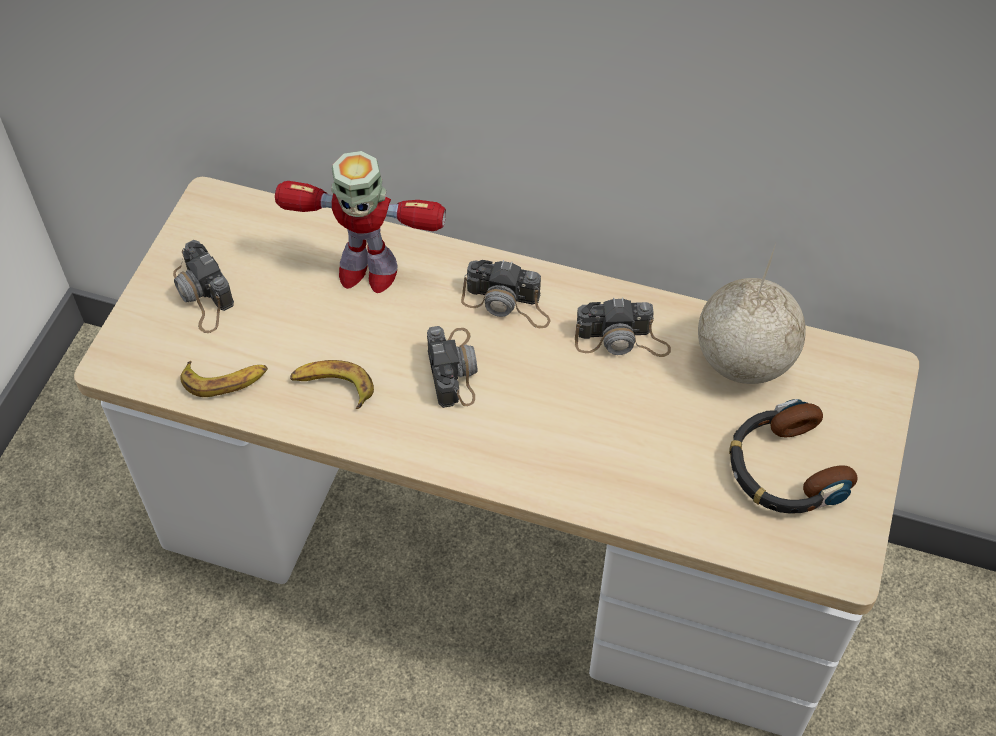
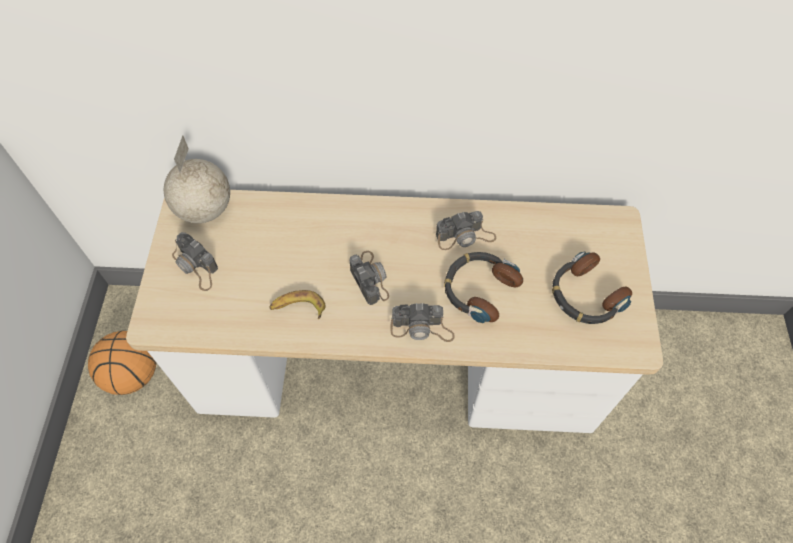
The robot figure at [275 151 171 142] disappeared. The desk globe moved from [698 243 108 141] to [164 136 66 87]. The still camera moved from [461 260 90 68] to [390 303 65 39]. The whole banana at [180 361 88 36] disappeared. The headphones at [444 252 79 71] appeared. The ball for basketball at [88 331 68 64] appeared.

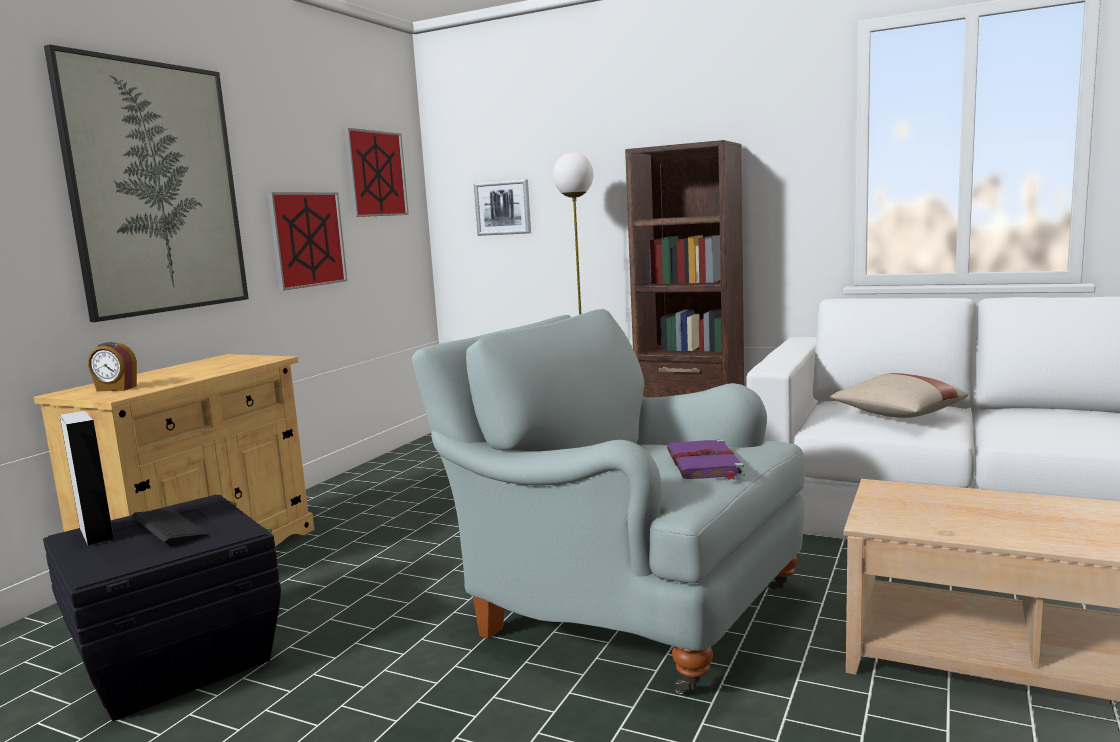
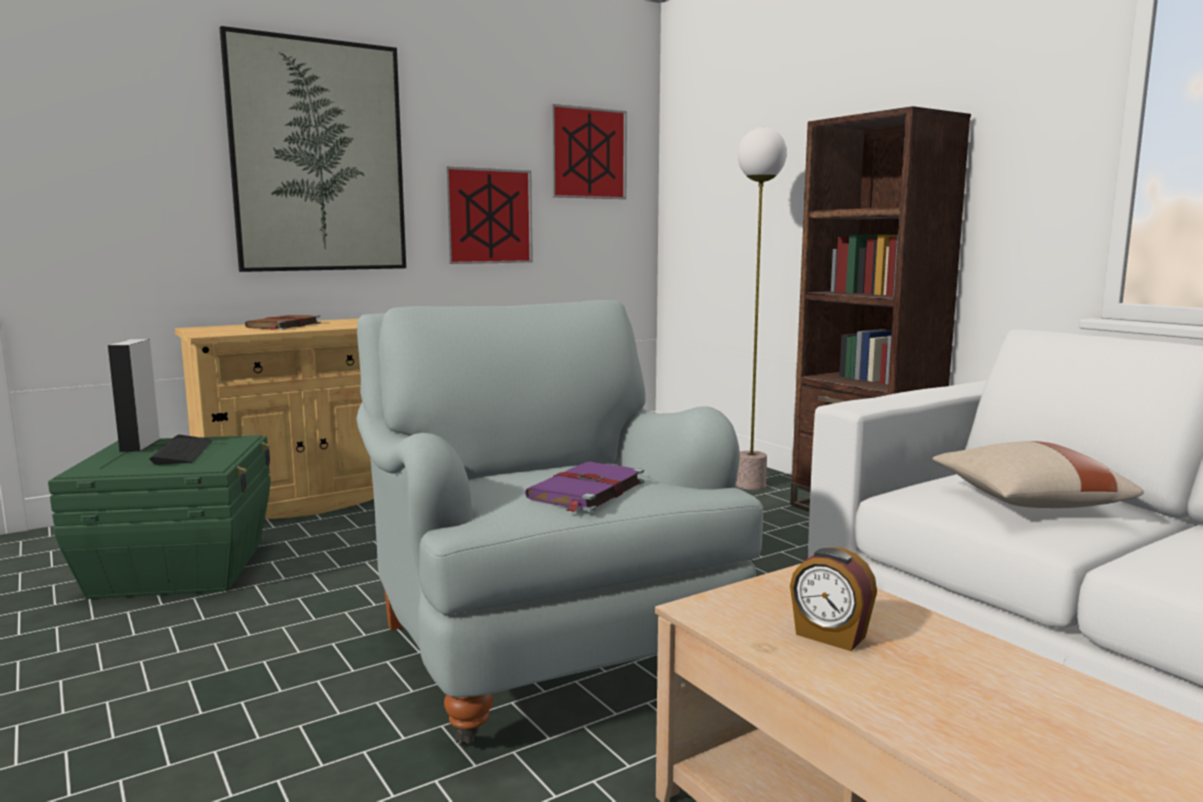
The picture at [474 179 57 57] disappeared. The alarm clock moved from [88 342 49 49] to [790 547 87 104]. The black-coloured storage bin at [43 495 238 226] became the greenish storage bin at [48 435 223 164]. The brownish volume at [245 315 76 15] appeared.

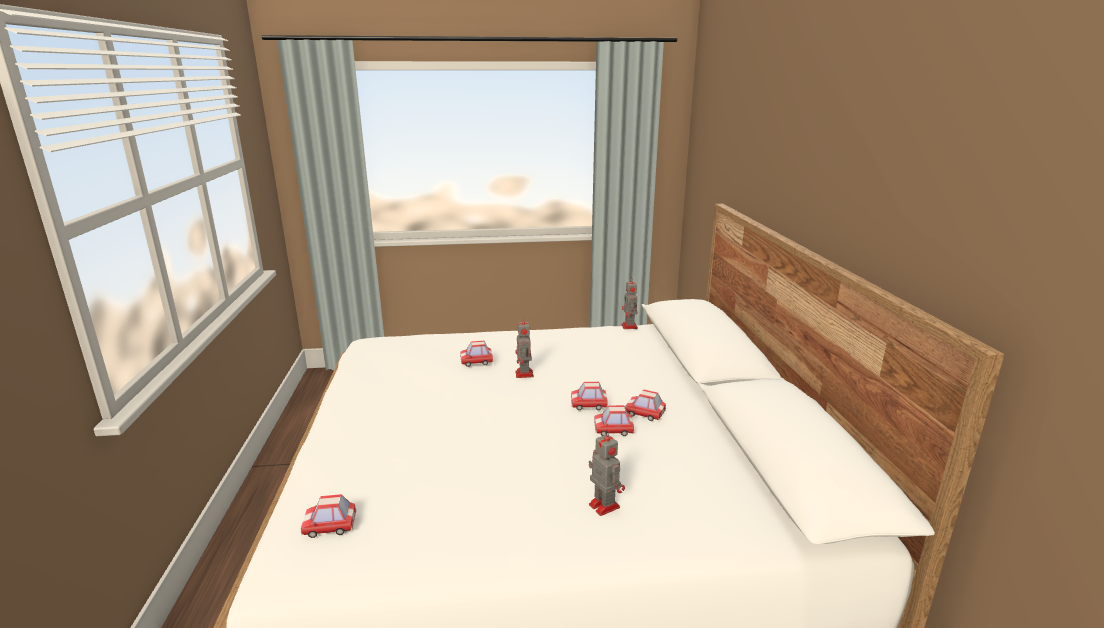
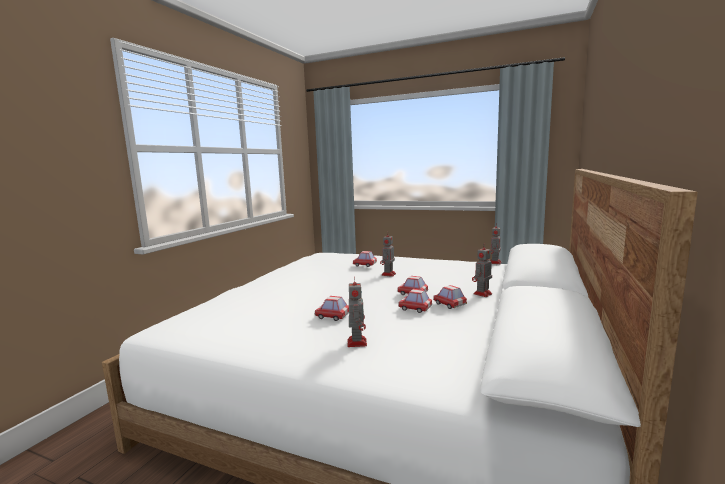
The model car moved from [301 494 55 44] to [315 296 34 25]. The robot figure at [472 243 20 54] appeared.

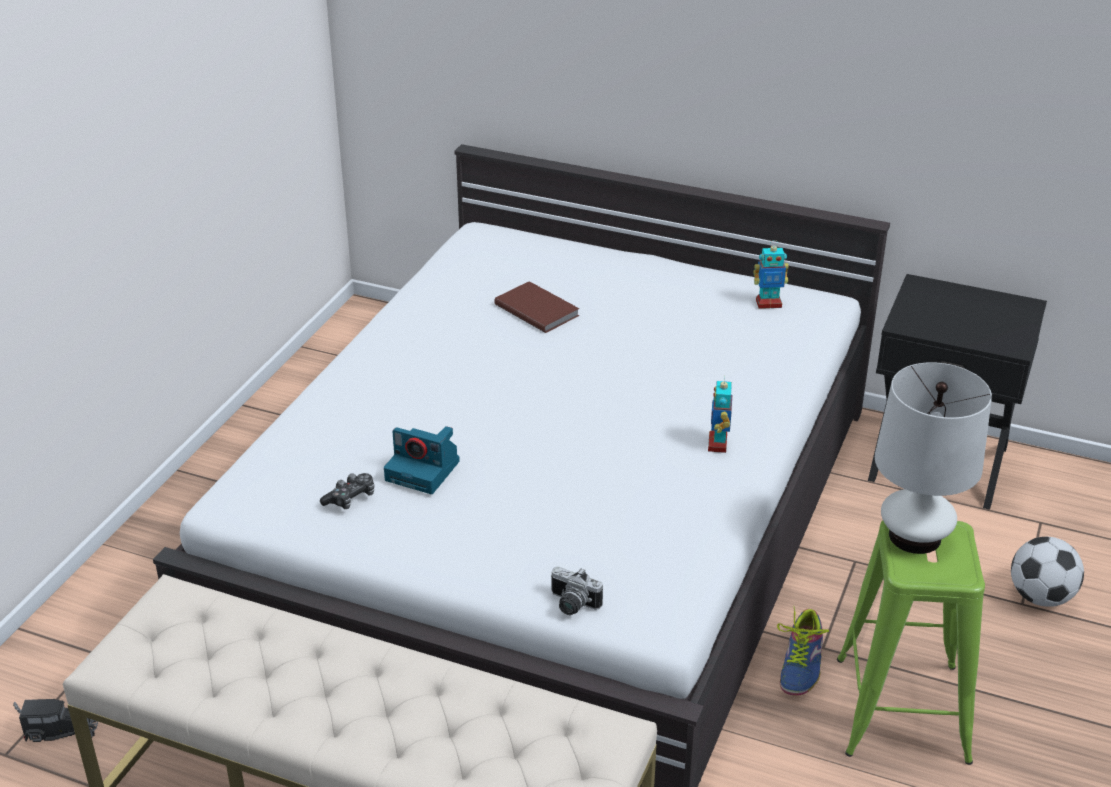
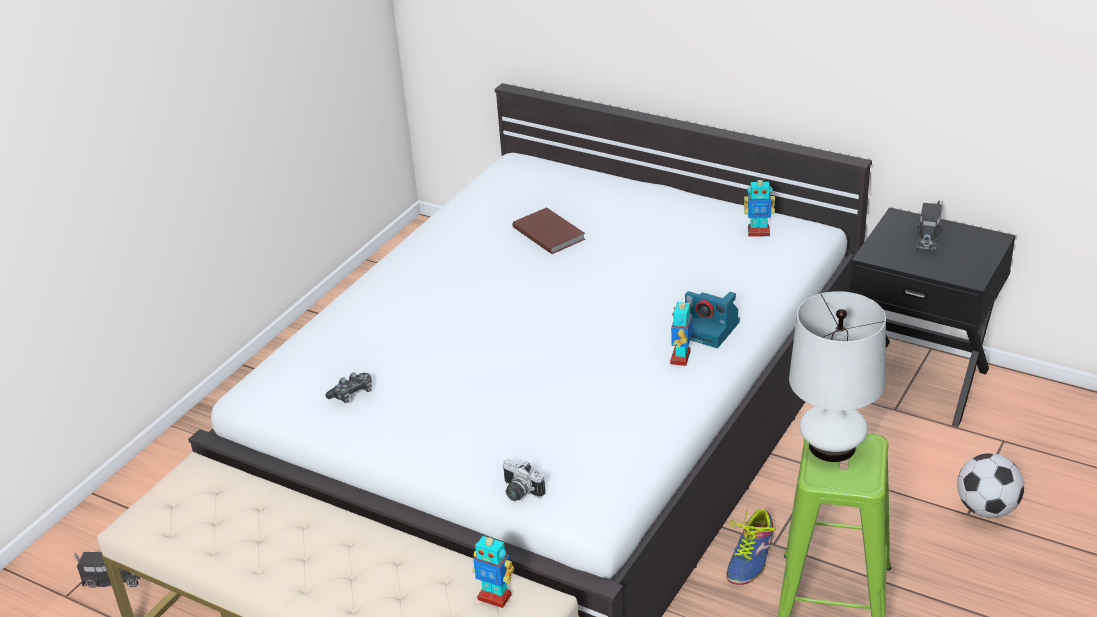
The still camera moved from [384 426 76 68] to [685 291 55 57]. The toy lorry at [916 200 28 54] appeared. The robot figure at [472 533 42 75] appeared.

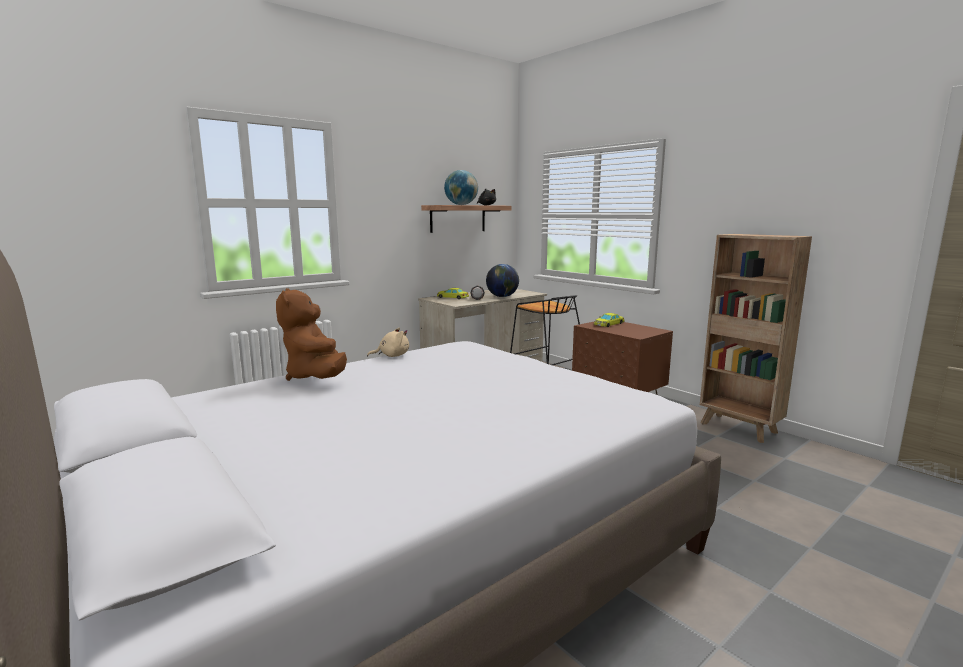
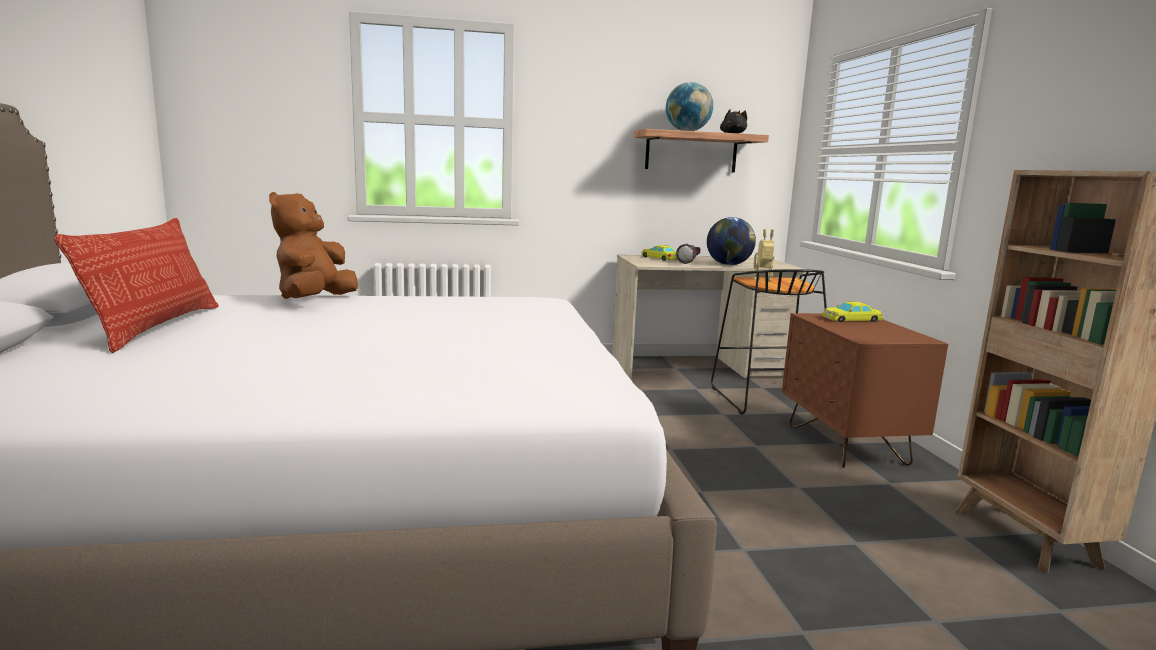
The sand-coloured plush toy at [367 328 42 29] disappeared. The pillow at [54 218 165 135] appeared. The robot figure at [753 228 22 53] appeared.

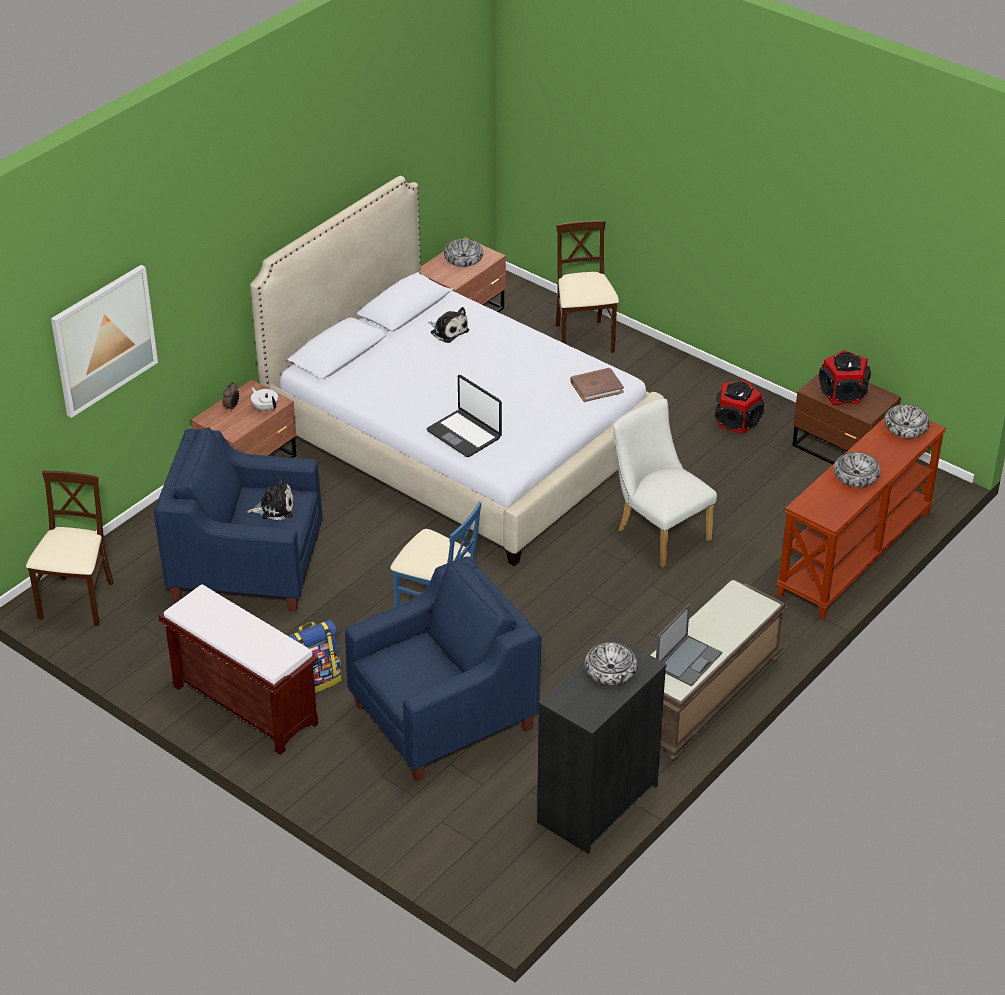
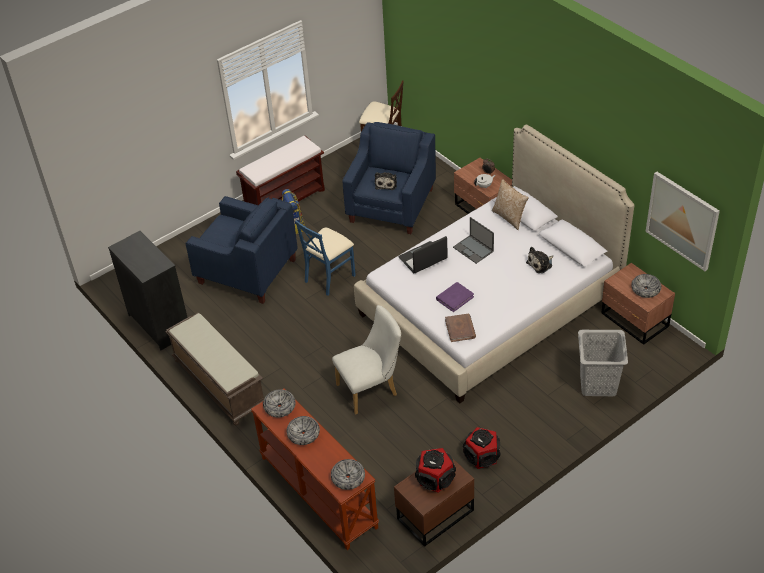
The sand-coloured plain chair at [556 220 63 133] was replaced by the grey laundry basket at [578 330 50 66]. The picture moved from [51 265 107 153] to [646 172 74 99]. The blue lounge chair at [345 556 196 226] turned 45 degrees counterclockwise. The laptop moved from [656 604 66 82] to [453 217 41 47]. The bowl moved from [584 642 53 43] to [263 389 33 28]. The pillow at [492 179 37 51] appeared. The purplish volume at [436 282 38 30] appeared.

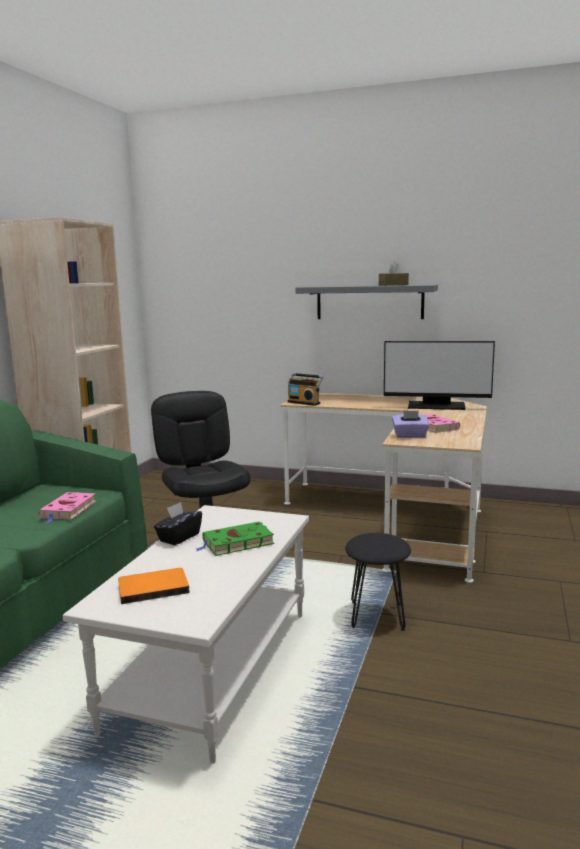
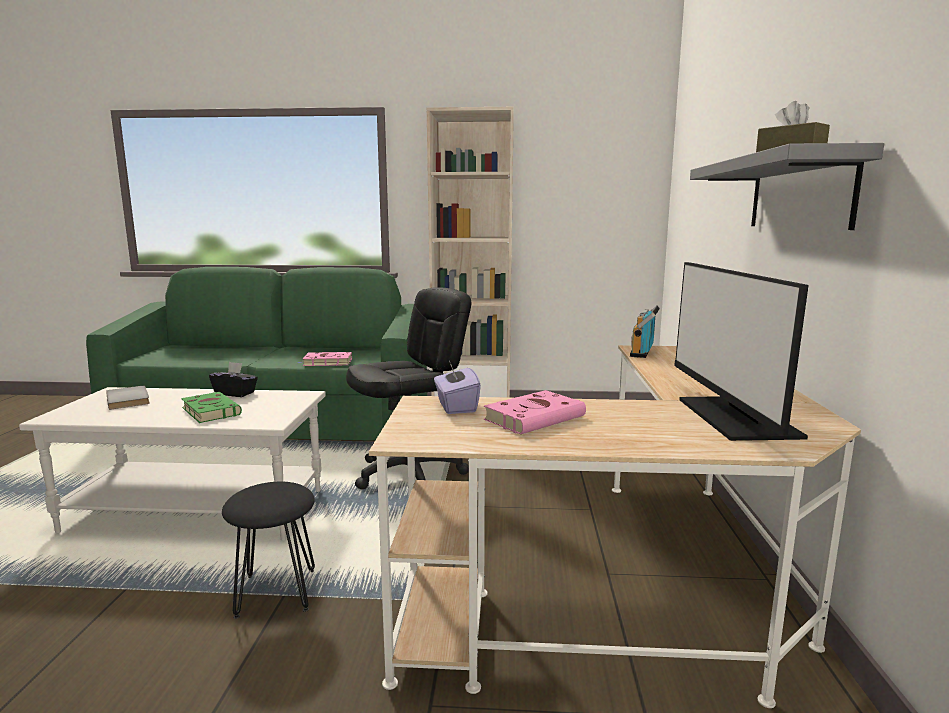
The orange-coloured volume at [118 568 72 36] became the grey volume at [106 386 44 24].

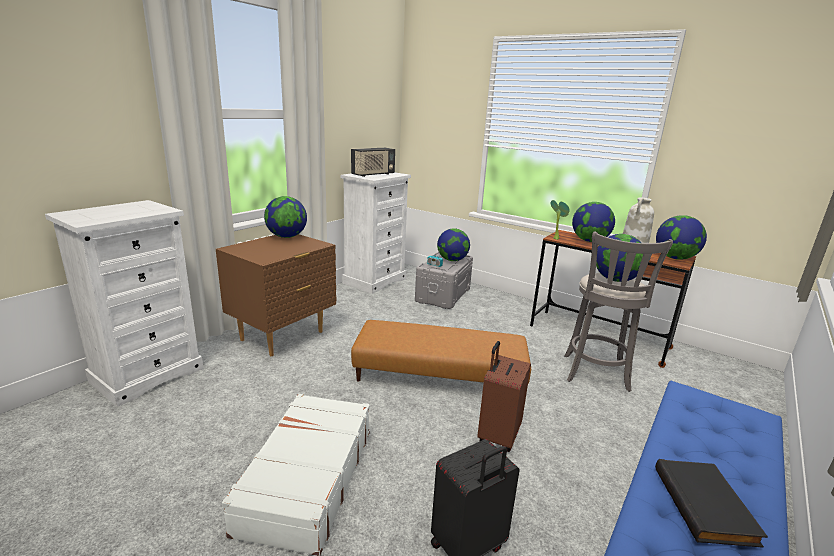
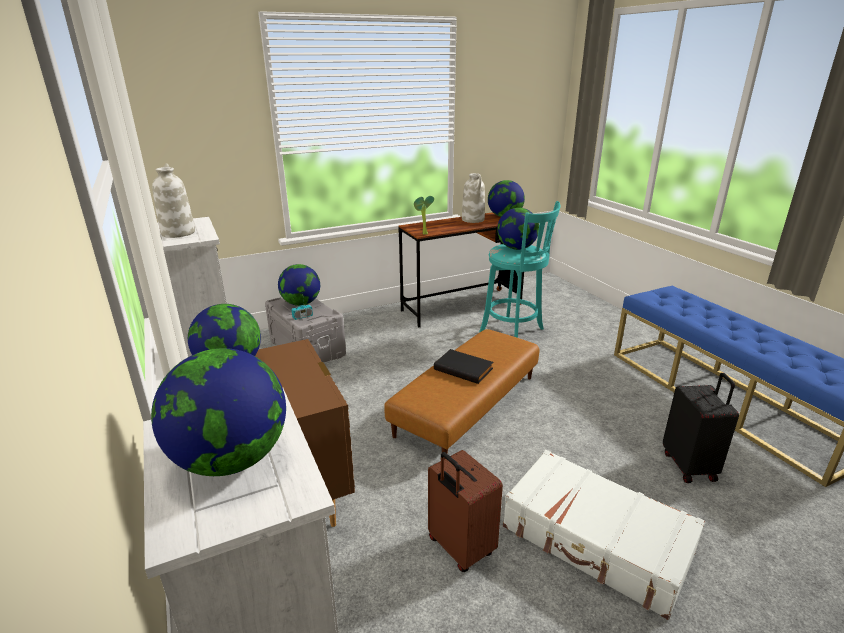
The radio at [351 148 44 29] was replaced by the whitish decorative vase at [152 164 43 74]. The desk globe moved from [572 202 43 40] to [151 348 135 128]. The grey stool seat at [564 231 109 161] became the turquoise-coloured stool seat at [479 201 82 137]. The brownish suitcase moved from [477 341 54 111] to [428 450 75 122]. The black-coloured volume moved from [655 459 113 89] to [434 349 59 35].

